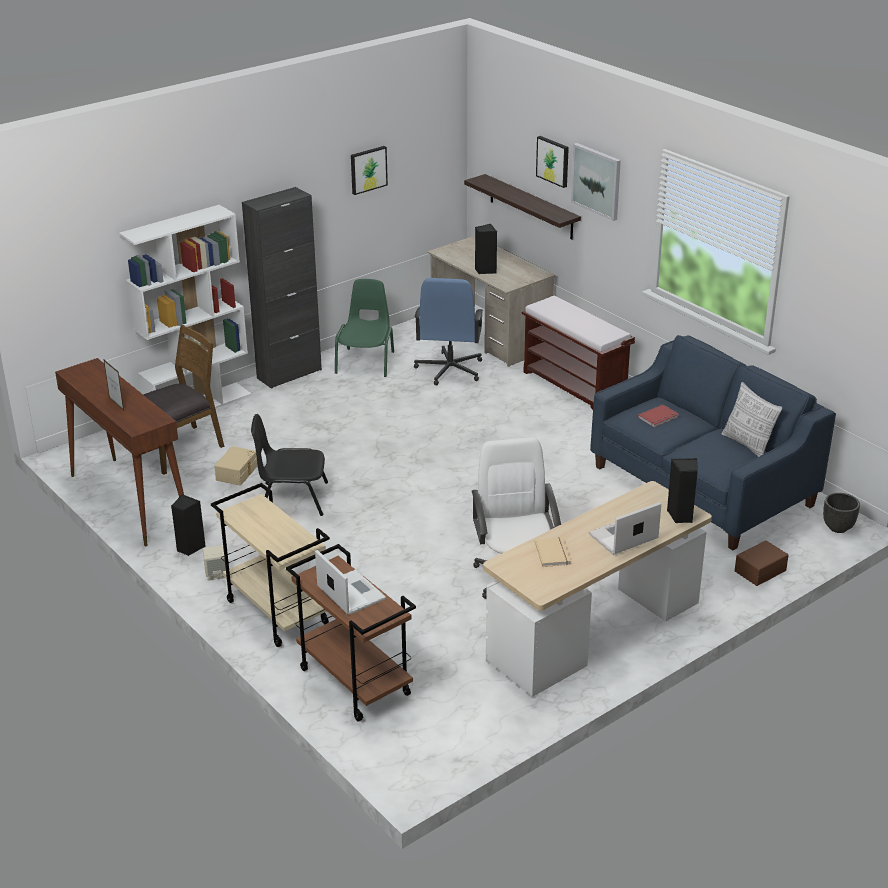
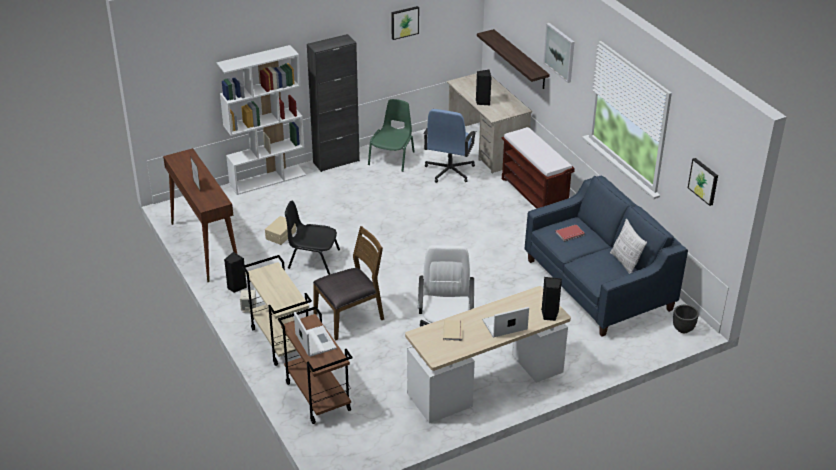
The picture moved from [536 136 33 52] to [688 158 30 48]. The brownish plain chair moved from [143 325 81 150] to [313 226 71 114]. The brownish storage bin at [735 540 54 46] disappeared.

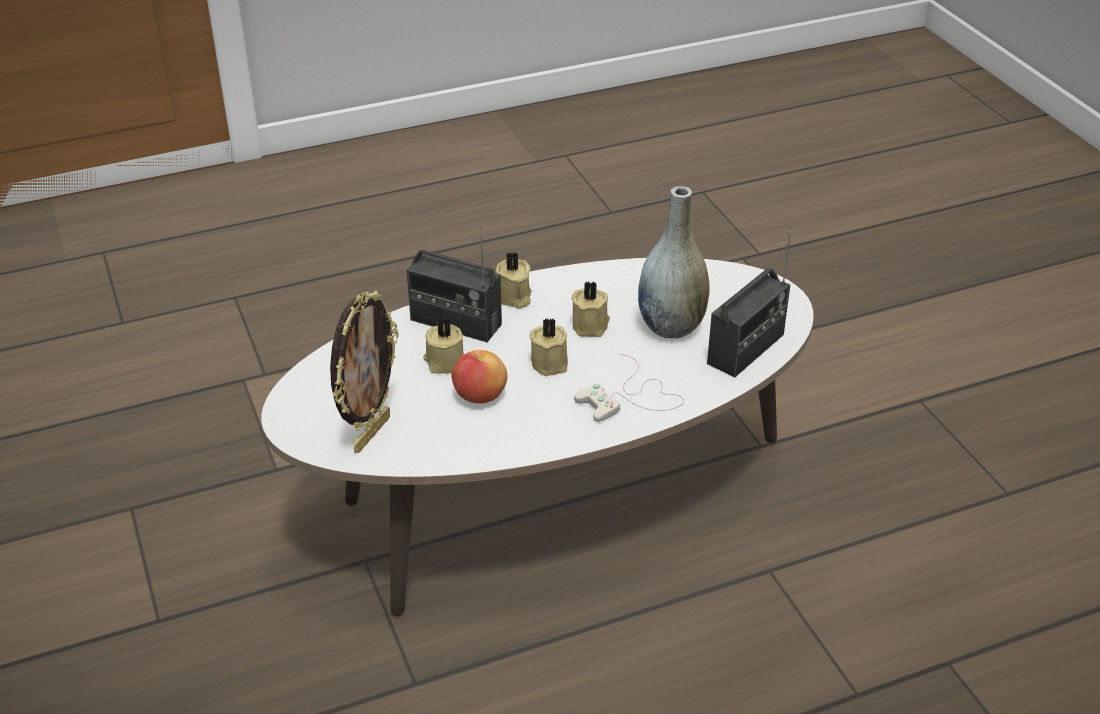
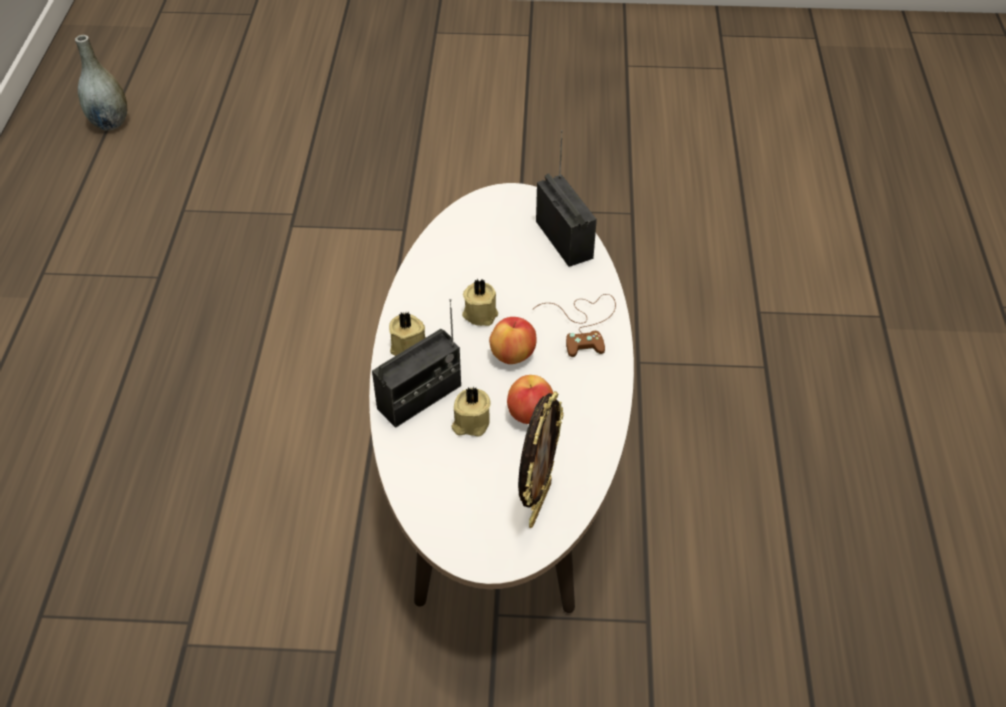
The grey decorative vase moved from [638 186 72 153] to [75 35 52 96]. The standing frame at [330 290 68 163] turned 60 degrees clockwise. The sand-coloured wax light at [529 318 39 58] was replaced by the whole apple at [489 317 48 47]. The whitish gamepad at [574 354 110 68] became the brownish gamepad at [532 294 84 63].

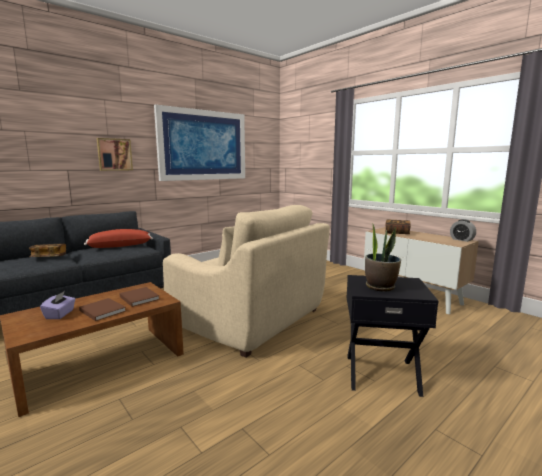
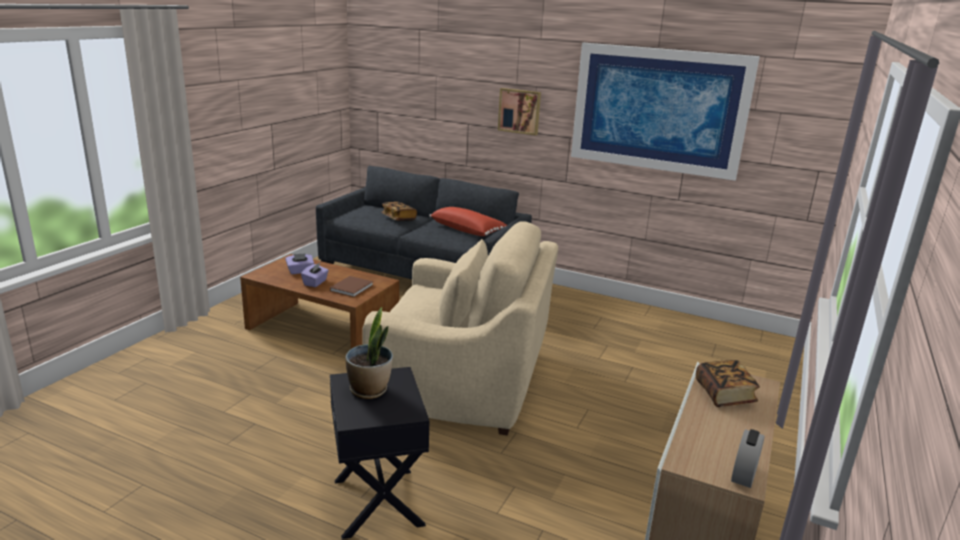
The sand-coloured lounge chair at [163 205 167 153] turned 90 degrees counterclockwise. The brownish volume at [79 298 47 23] was replaced by the purplish box of tissues at [301 263 28 24].

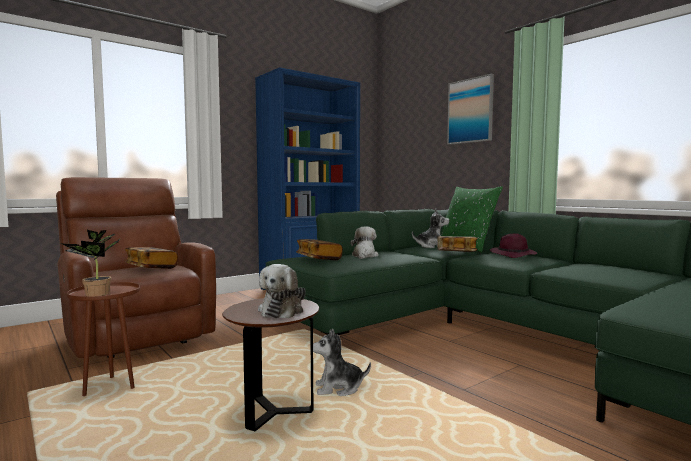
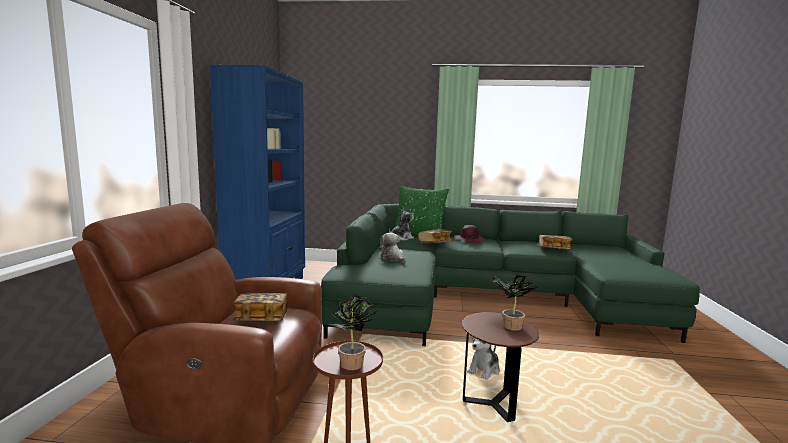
The picture at [447 74 47 71] disappeared. The volume moved from [296 239 47 21] to [539 235 34 14]. The plush toy at [258 264 48 54] was replaced by the potted plant at [490 272 47 59].

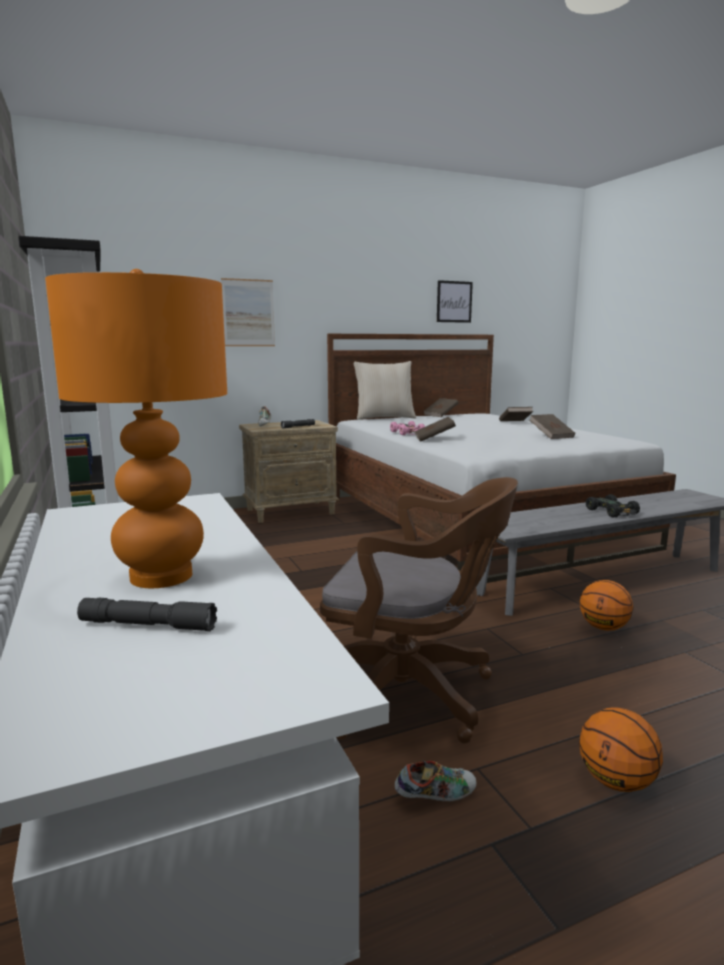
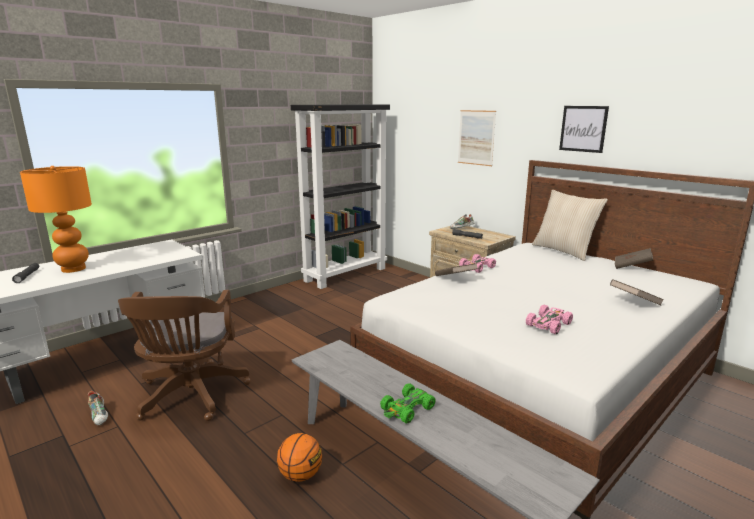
The picture moved from [437 280 36 43] to [559 106 50 47]. The brownish volume at [530 414 45 25] was replaced by the pink model car at [526 305 47 29]. The black-coloured model car at [586 494 54 23] became the greenish model car at [380 383 56 40]. The ball for basketball at [579 707 84 85] disappeared.

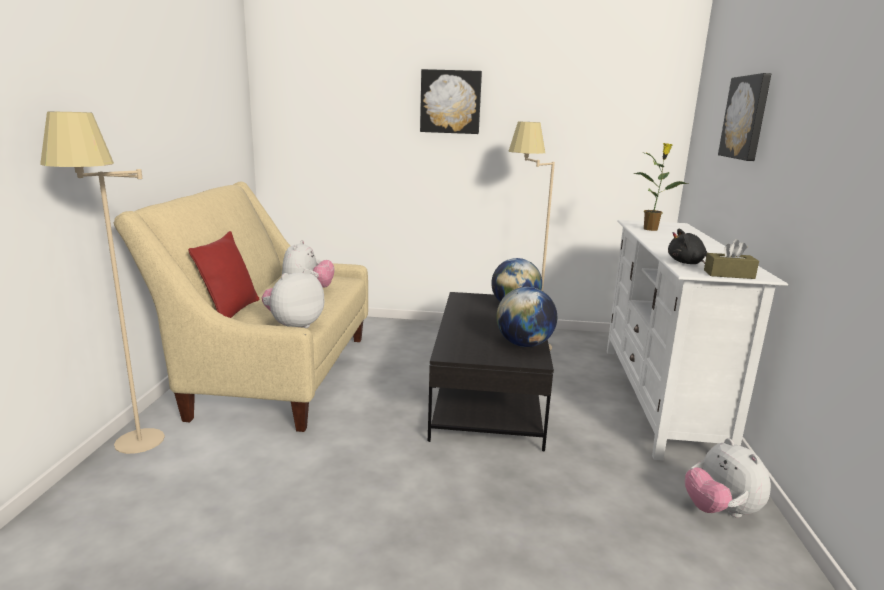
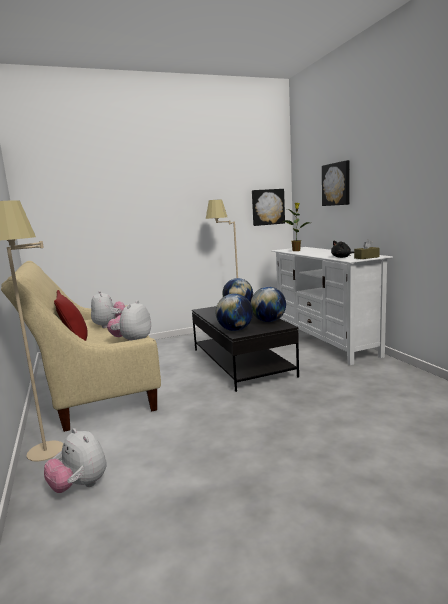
The picture moved from [420 69 62 65] to [252 189 33 37]. The plush toy moved from [685 438 86 80] to [44 428 63 65]. The desk globe at [216 293 37 38] appeared.

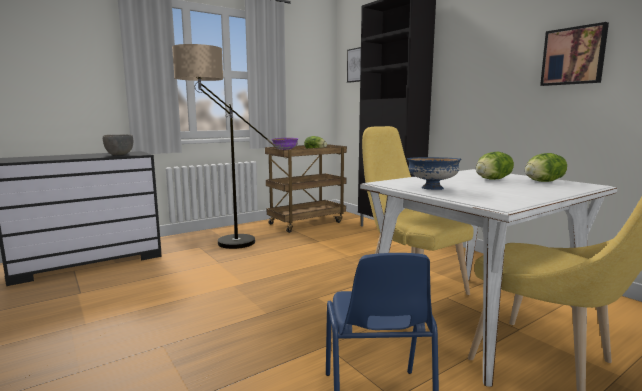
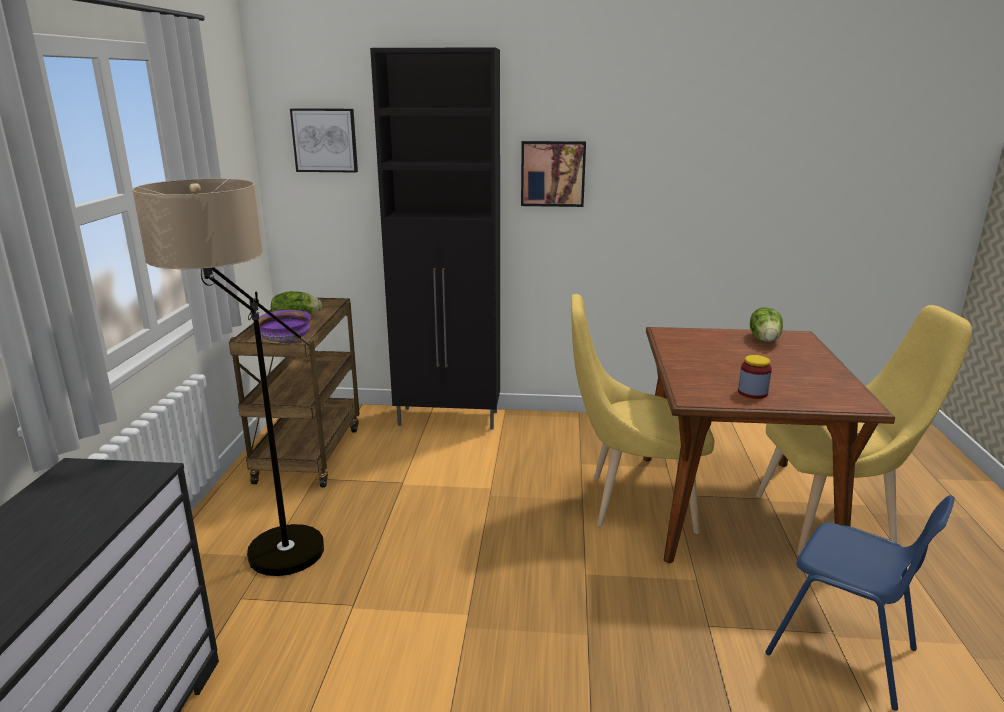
The picture moved from [540 22 69 64] to [521 141 65 66]. The grey bowl at [103 134 30 21] disappeared. The lettuce head at [476 152 38 28] disappeared. The blue bowl at [407 157 54 33] was replaced by the jar at [738 355 34 44]. The whitish dining table at [360 169 257 218] became the brownish dining table at [643 327 252 237].

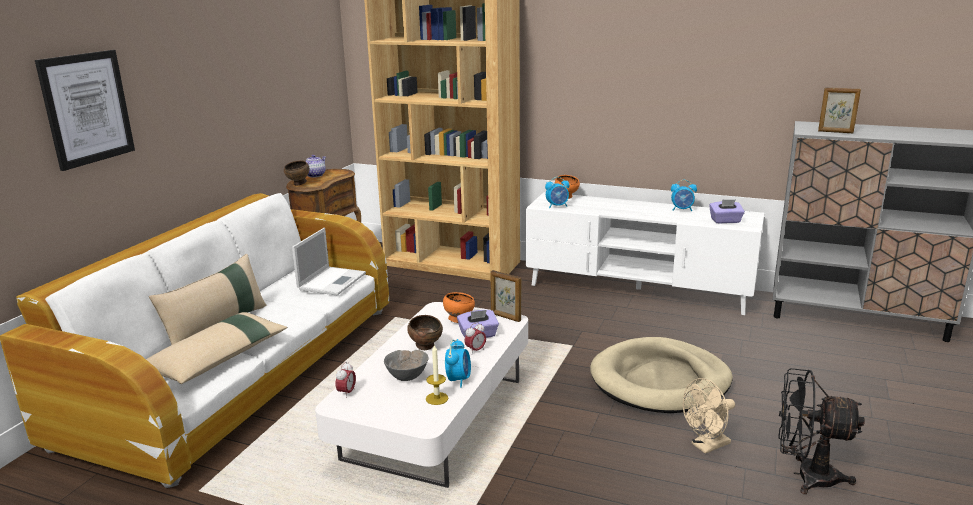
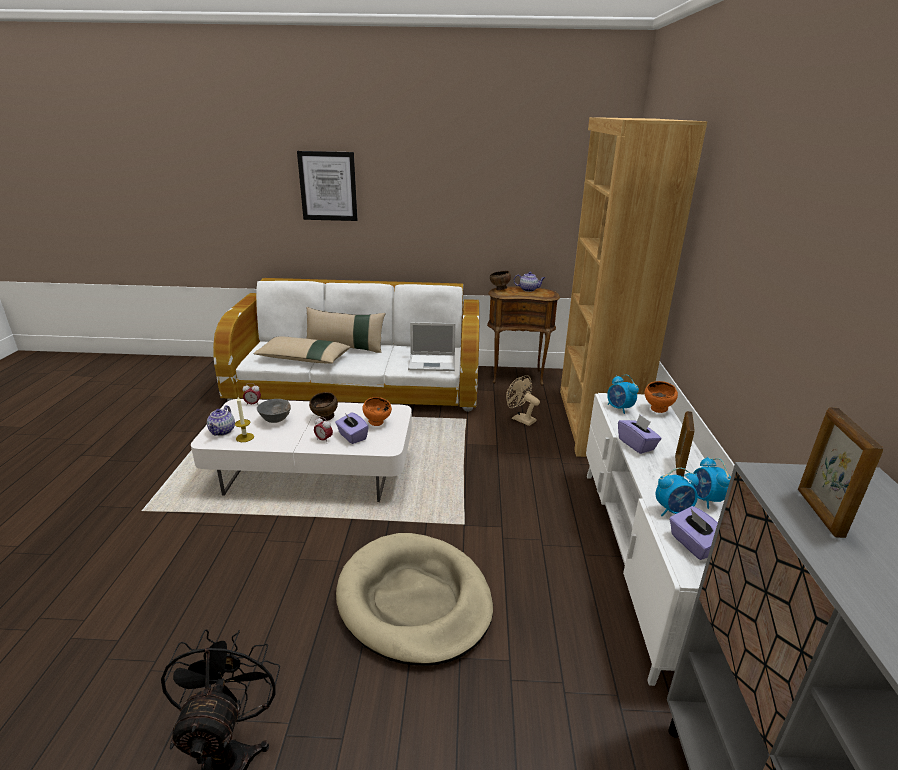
The standing frame moved from [490 270 32 52] to [675 411 20 66]. The alarm clock moved from [445 339 26 49] to [656 467 43 49]. The sand-coloured cooling fan moved from [683 378 52 76] to [506 375 34 51]. The pot for tea at [207 405 28 31] appeared. The purplish box of tissues at [618 415 44 39] appeared.

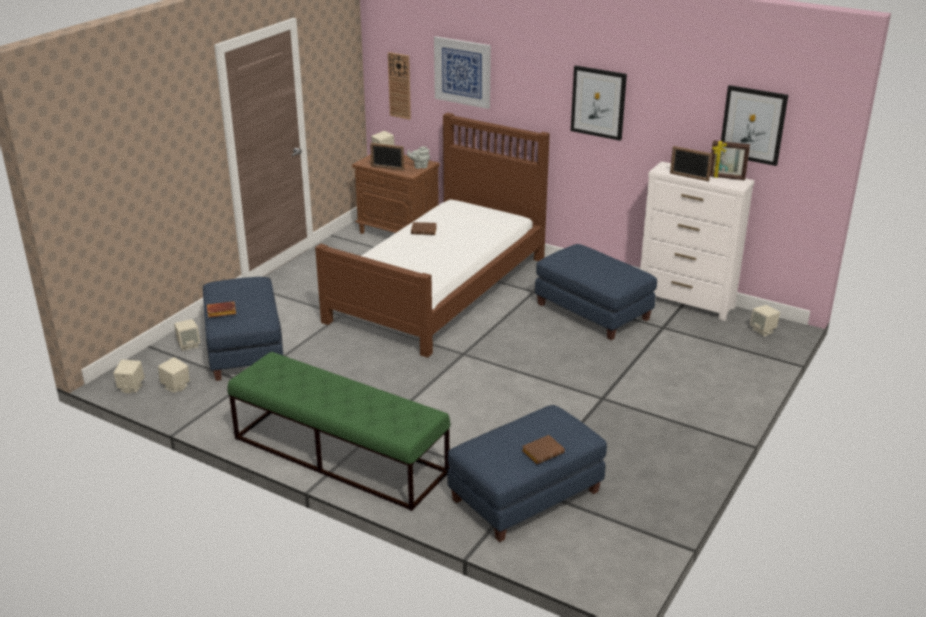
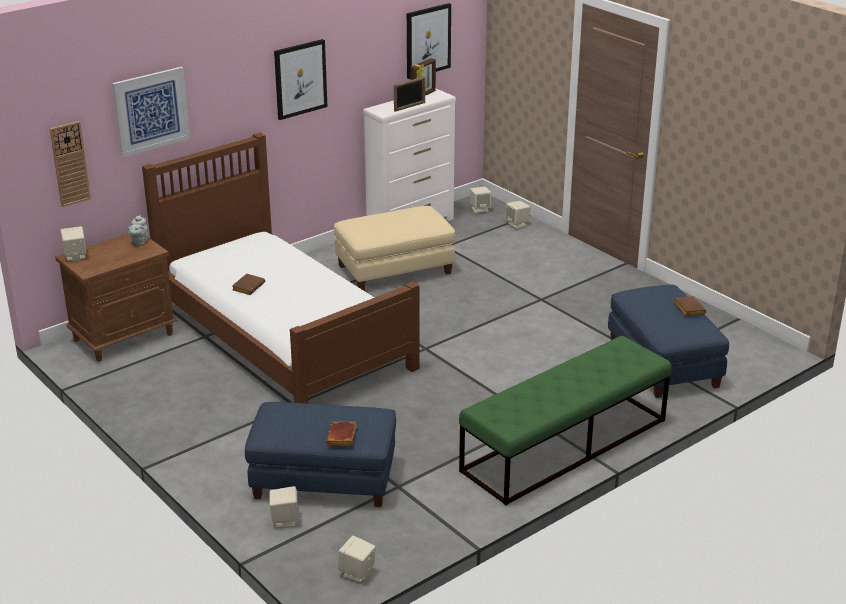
The standing frame at [370 143 34 27] disappeared. The blue footrest at [535 244 122 96] became the sand-coloured footrest at [334 206 121 85]. The sand-coloured audio speaker moved from [158 357 32 36] to [505 201 26 28].

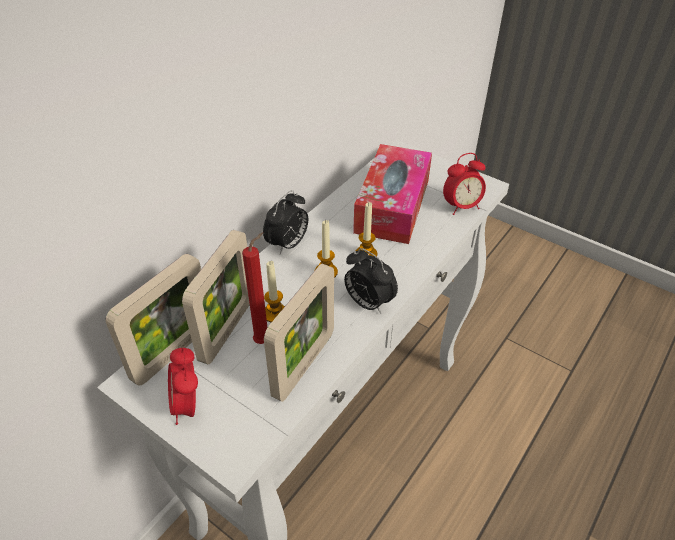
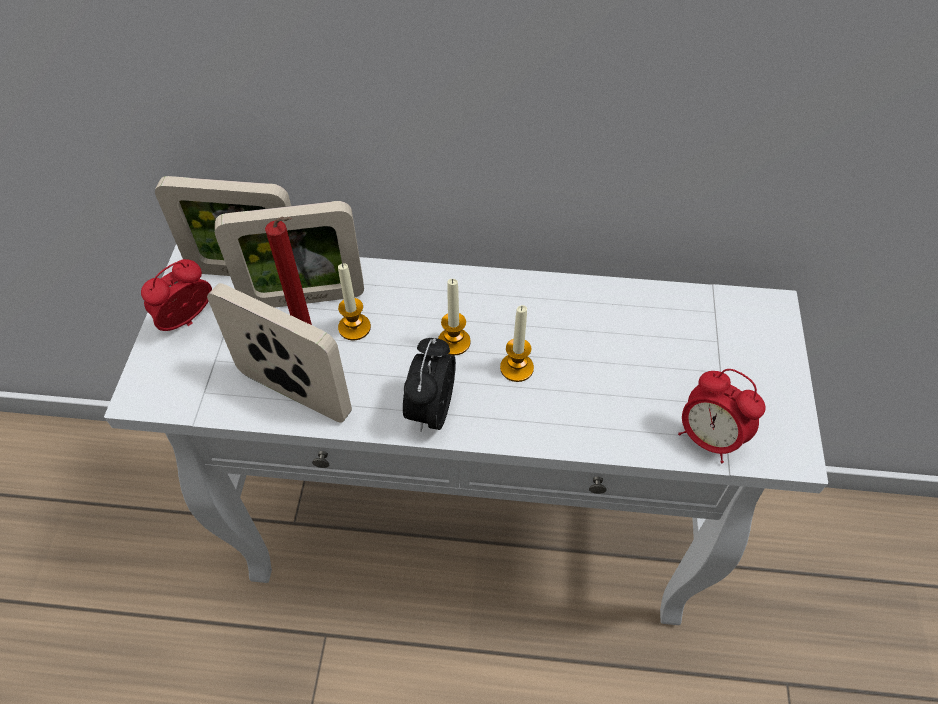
The box of tissues at [353 144 79 100] disappeared. The alarm clock at [263 190 45 64] disappeared. The standing frame at [264 264 70 138] turned 150 degrees counterclockwise.

